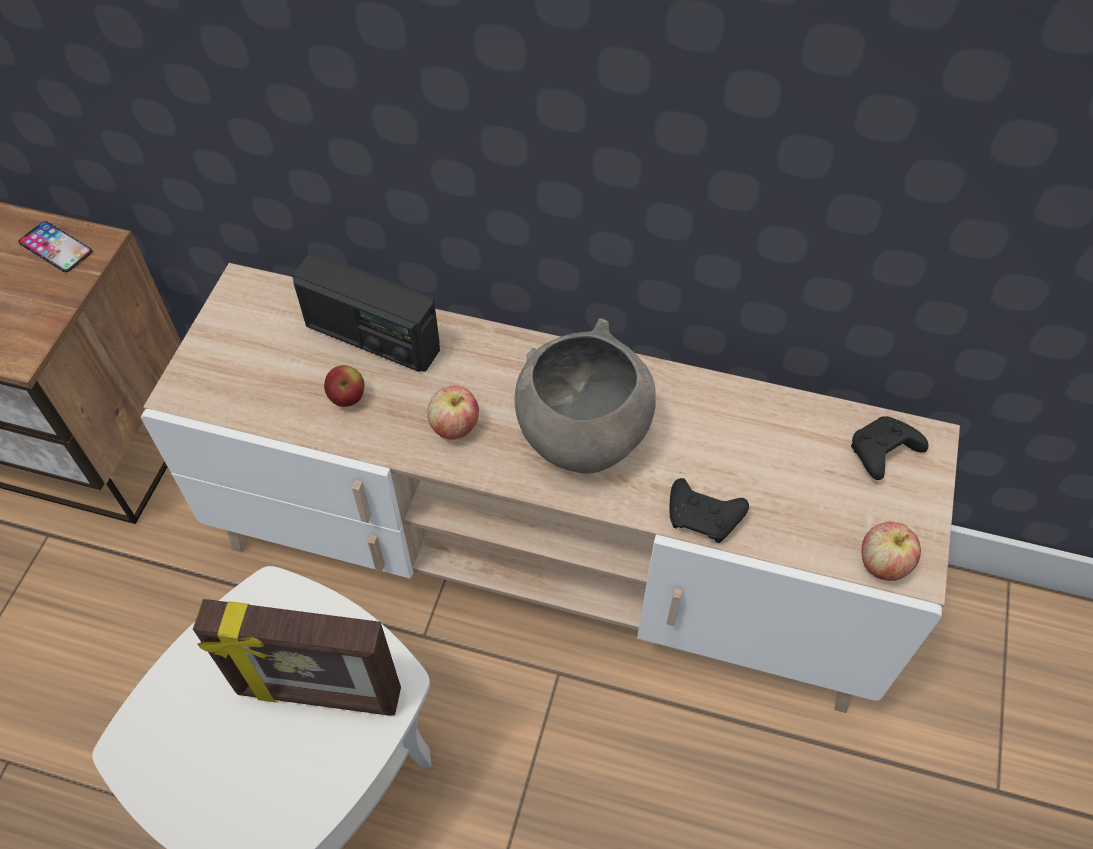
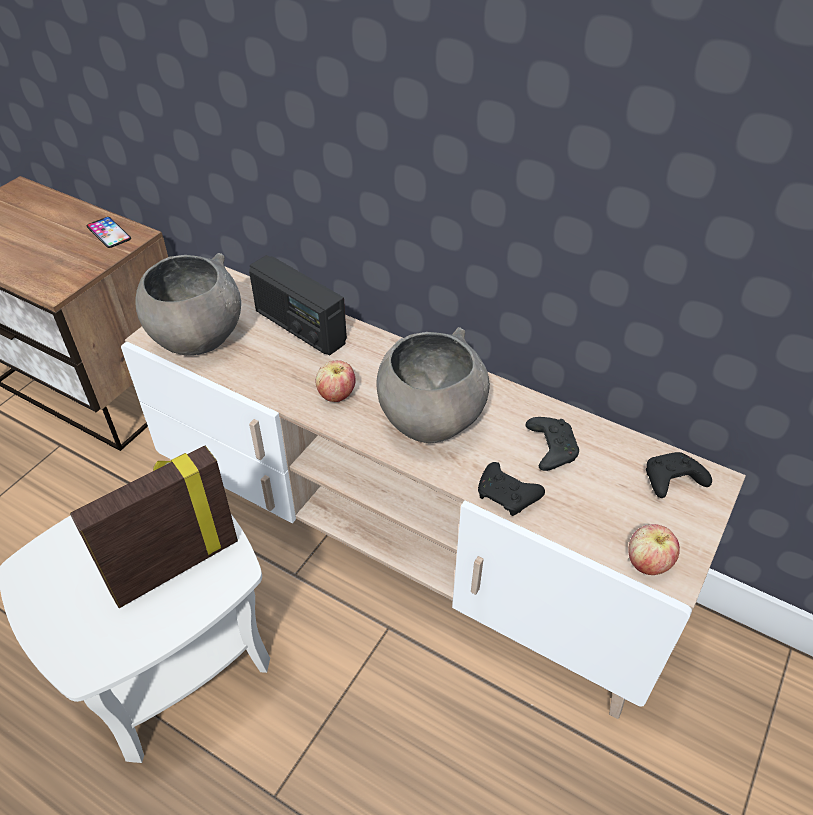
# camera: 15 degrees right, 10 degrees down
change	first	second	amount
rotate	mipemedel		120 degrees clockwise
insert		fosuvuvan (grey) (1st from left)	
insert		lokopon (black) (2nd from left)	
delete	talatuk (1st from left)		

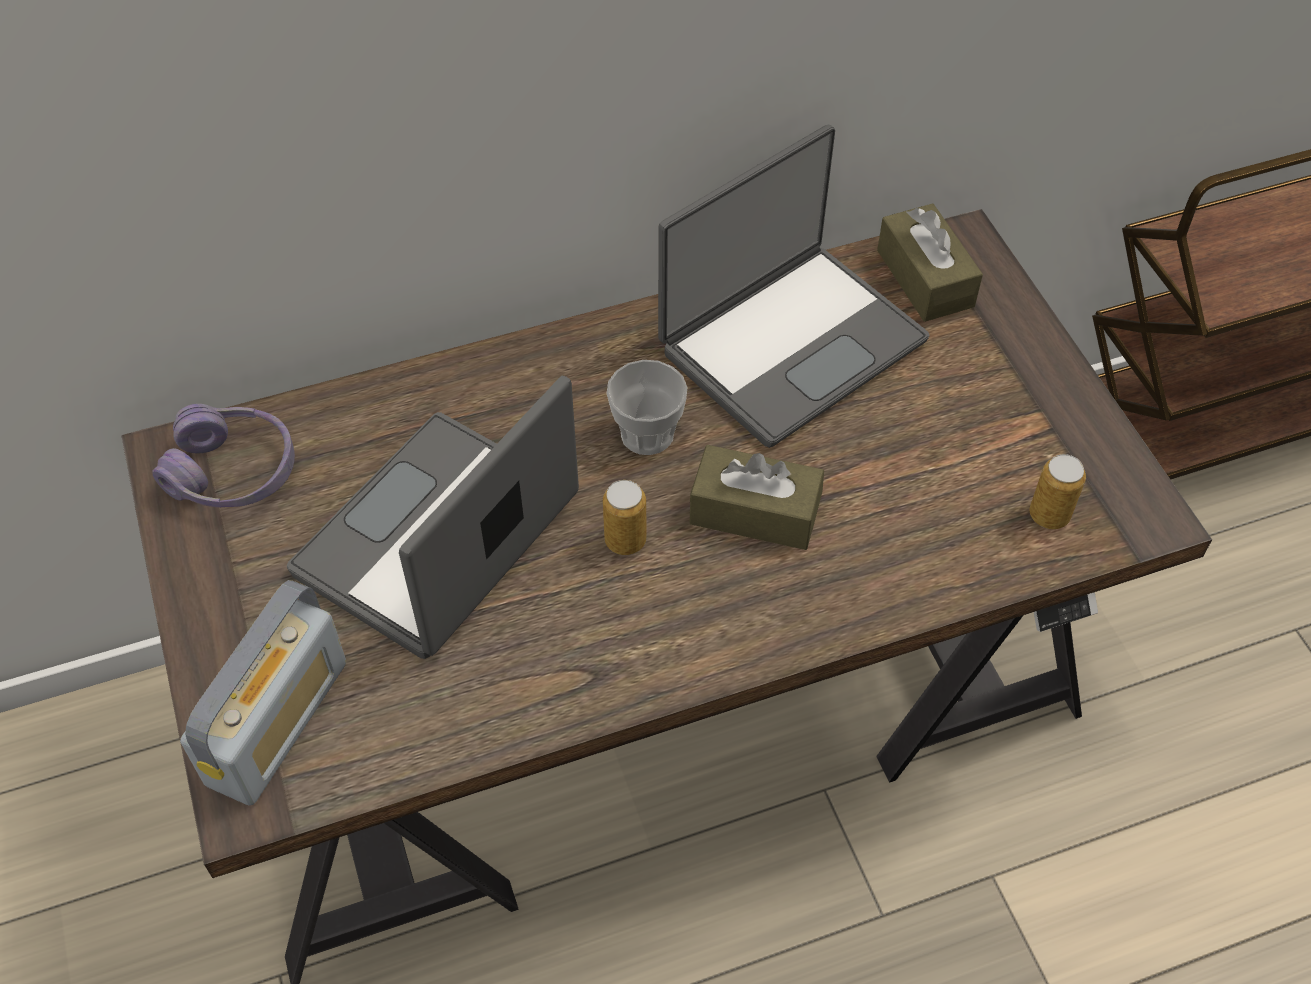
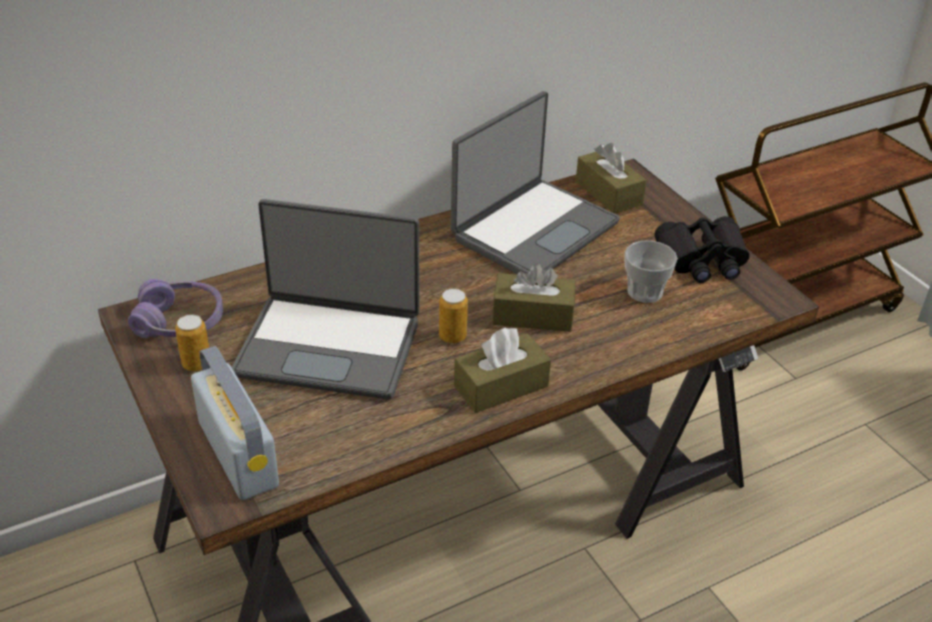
# camera: 10 degrees left, 15 degrees down
change	first	second	amount
move	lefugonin (2nd from left in the first image)	lefugonin (1st from left)	
rotate	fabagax		45 degrees counterclockwise
rotate	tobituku (1st from left)		105 degrees counterclockwise
insert		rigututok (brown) (1st from left)	
move	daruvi		
insert		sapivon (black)	

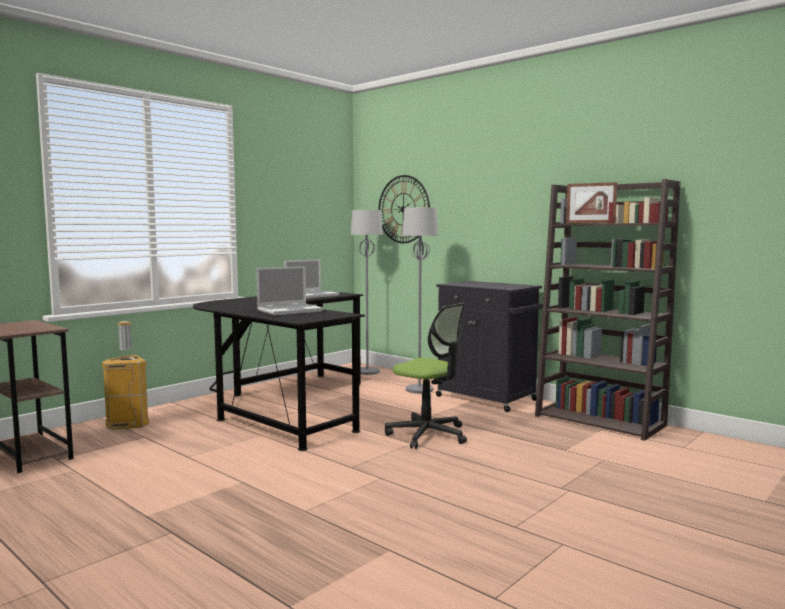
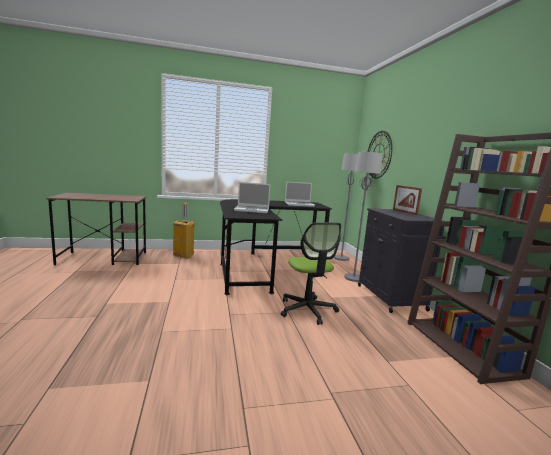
# camera: 35 degrees right, 5 degrees up
change	first	second	amount
move	mipemedel		

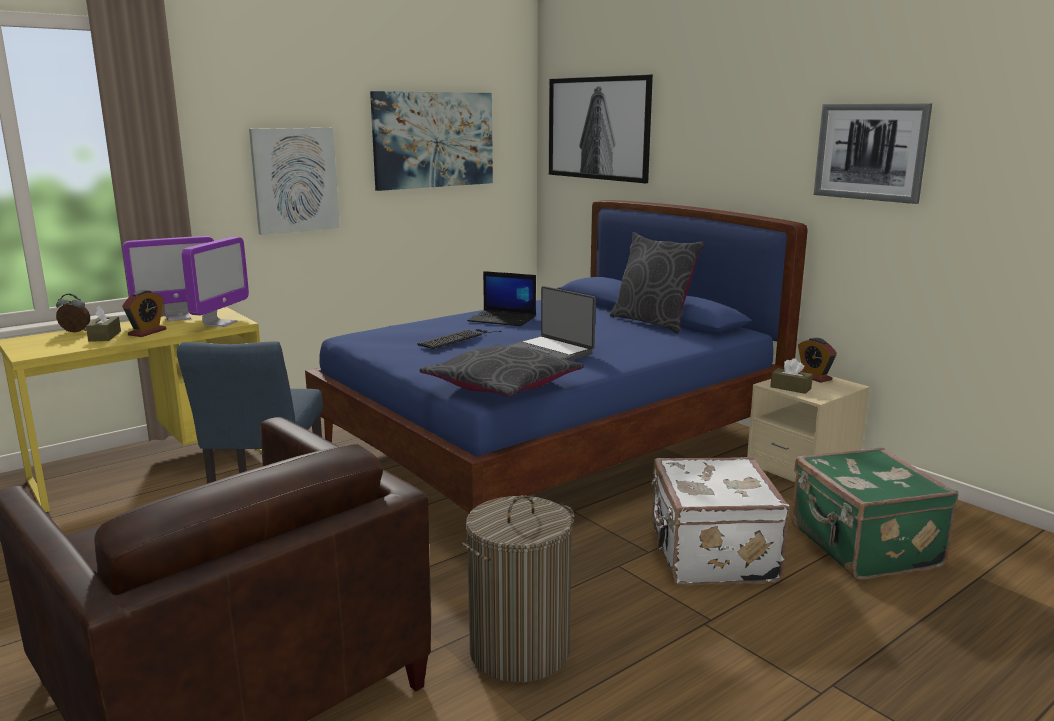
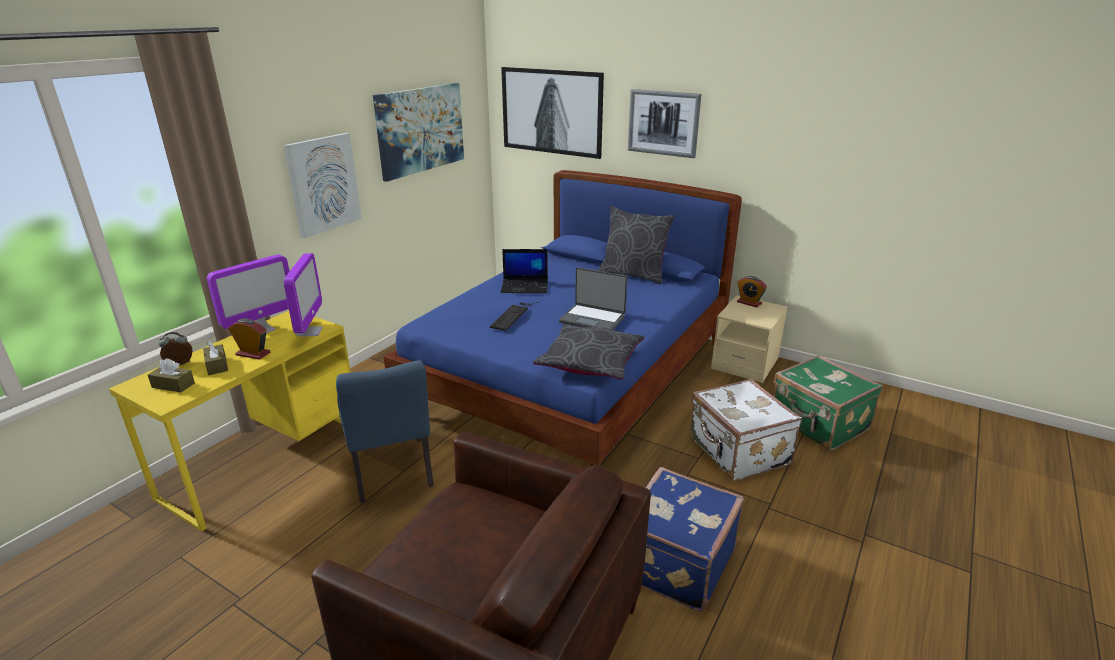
# camera: 20 degrees left, 10 degrees up
change	first	second	amount
move	rigututok (brown) (2nd from left in the first image)	rigututok (brown) (1st from left)	
rotate	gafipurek (2nd from left)		75 degrees counterclockwise
move	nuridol (4th from left)		
replace	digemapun	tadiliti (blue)	

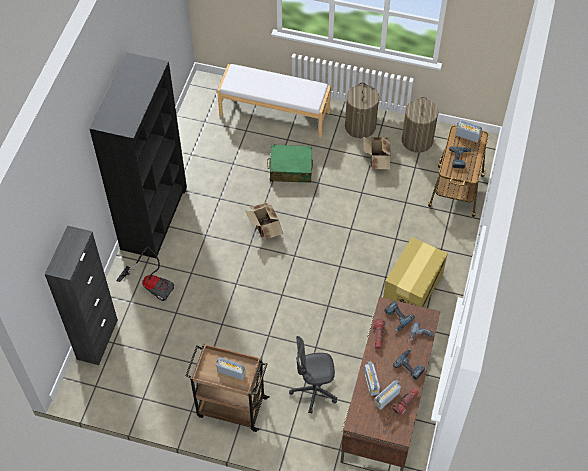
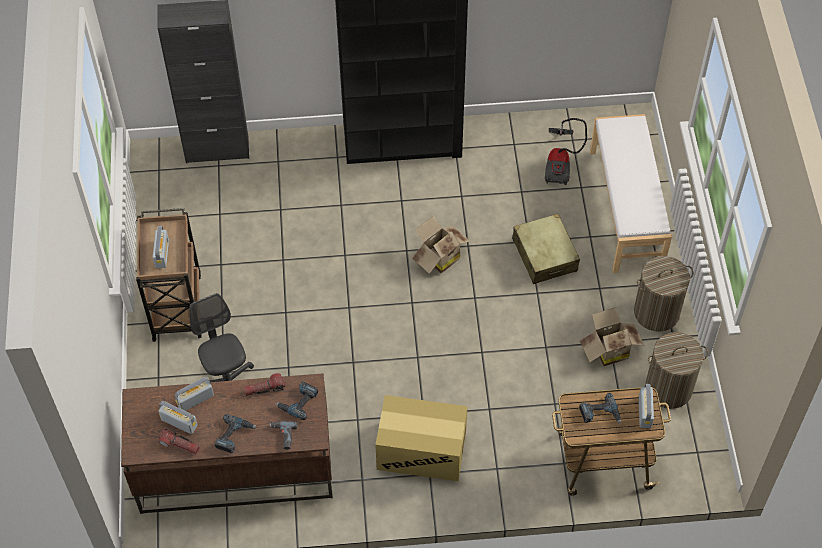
# camera: 70 degrees right, 0 degrees up
change	first	second	amount
recolor	tadiliti (green)	tadiliti (beige)	
move	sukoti		

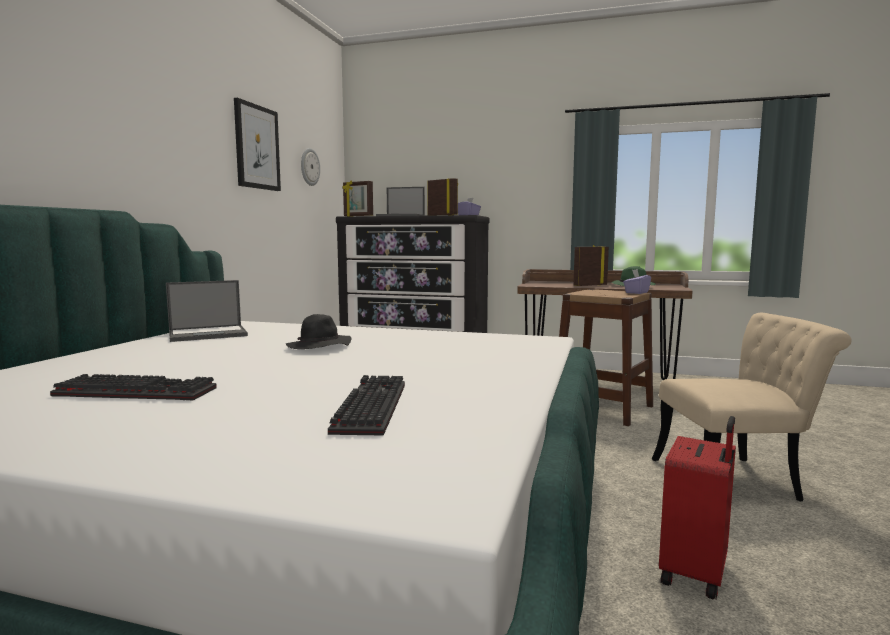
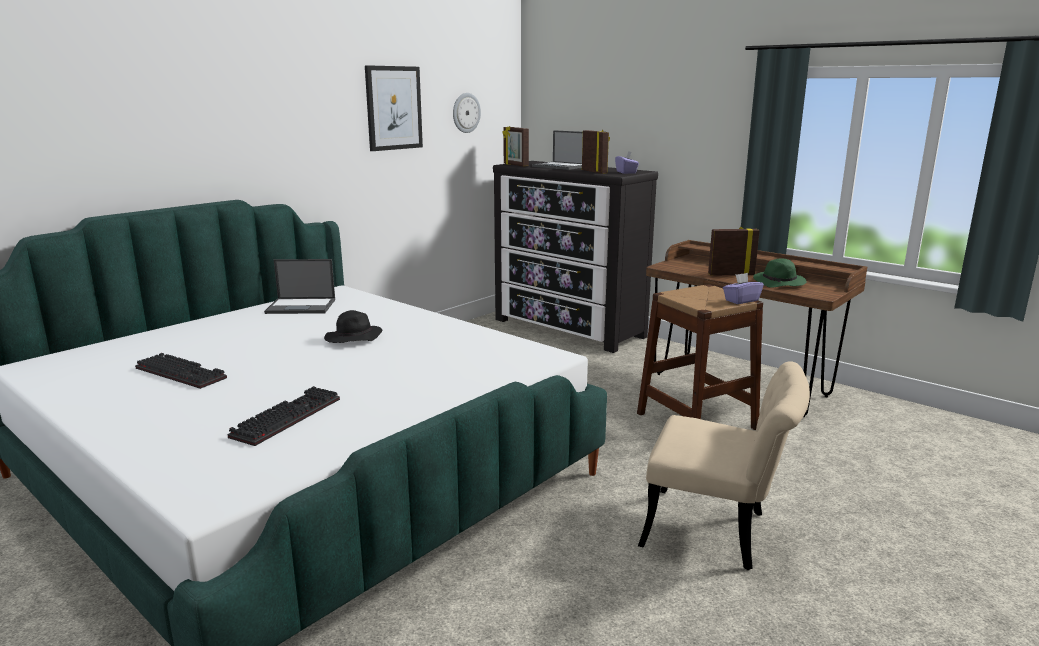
# camera: 25 degrees right, 10 degrees up
change	first	second	amount
delete	tadiliti (red)		

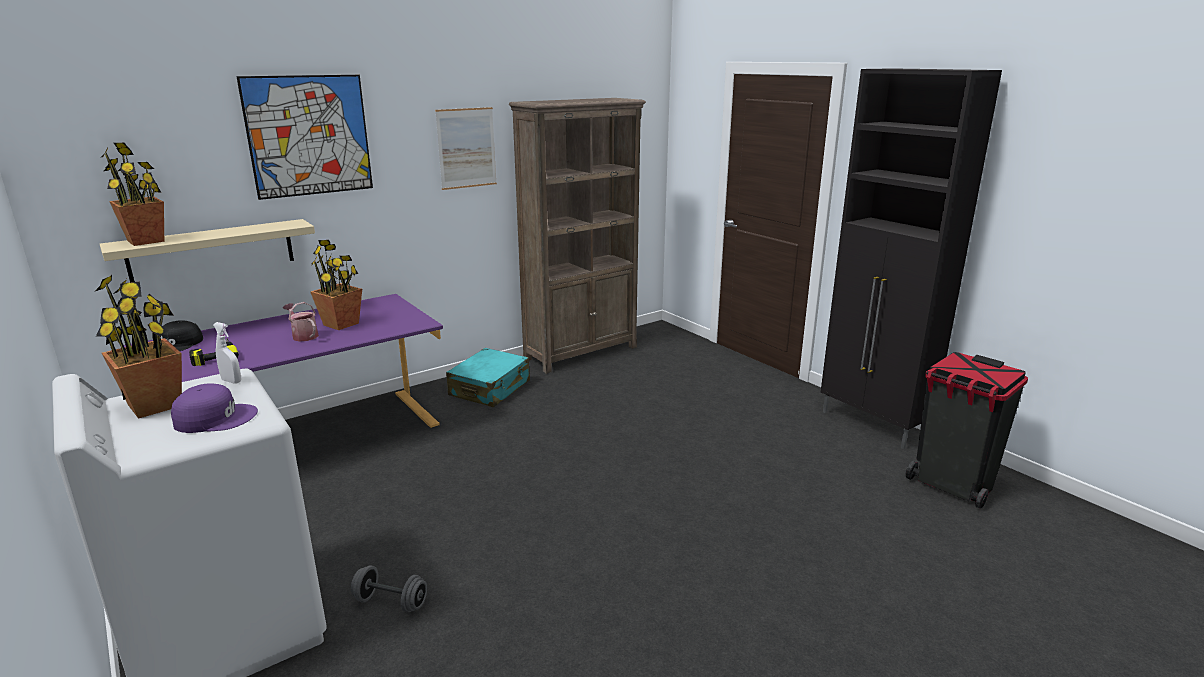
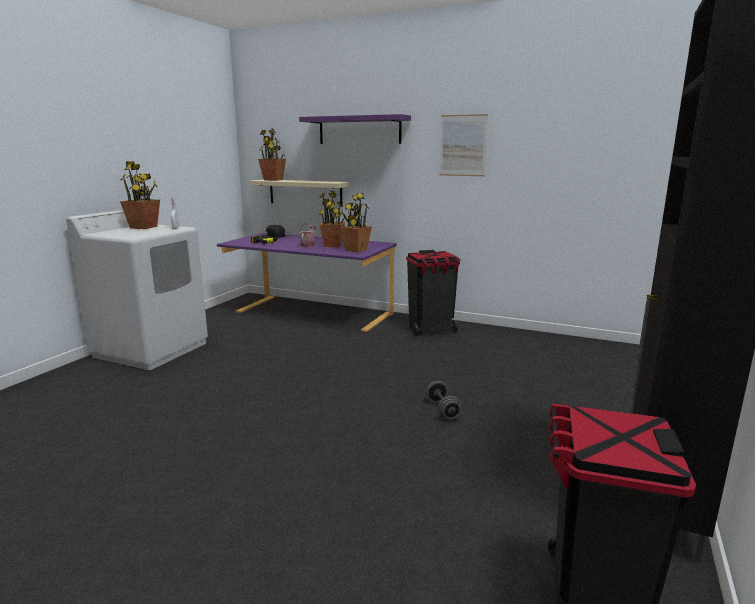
# camera: 60 degrees right, 5 degrees down
change	first	second	amount
replace	nuridol (1st from left)	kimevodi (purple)	
insert		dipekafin (4th from left)	
replace	tadiliti (turquoise)	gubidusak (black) (1st from left)	
move	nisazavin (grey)		
delete	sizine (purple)		
delete	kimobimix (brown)		

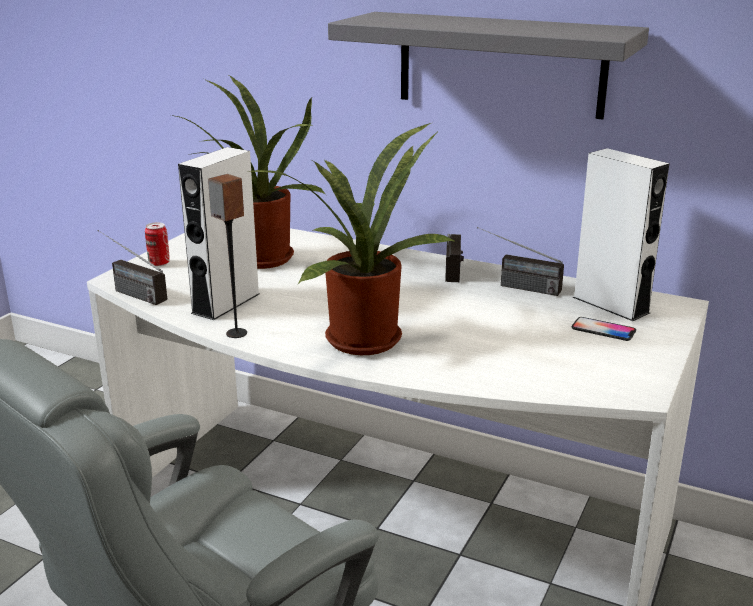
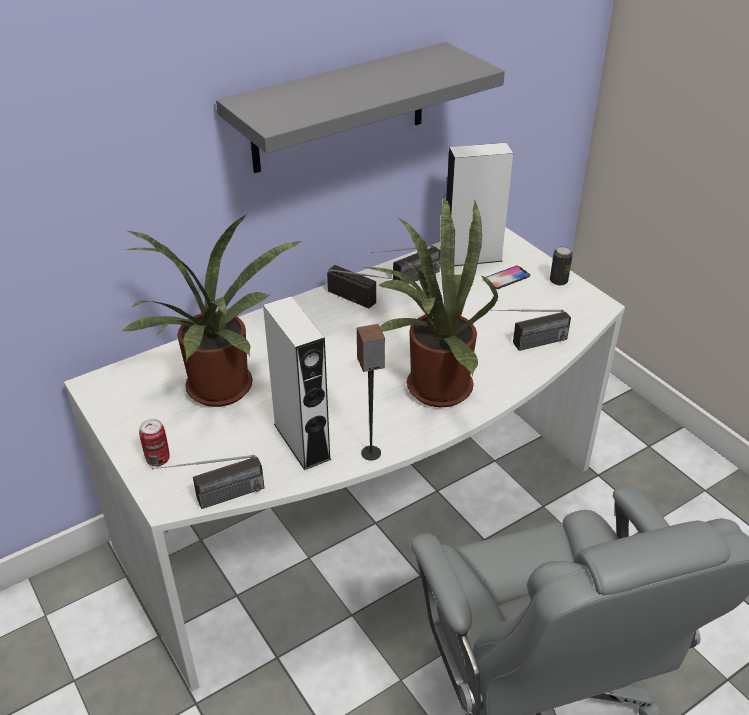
# camera: 60 degrees left, 15 degrees up
change	first	second	amount
insert		fabagax (4th from left)	
insert		lefugonin (2nd from left)	

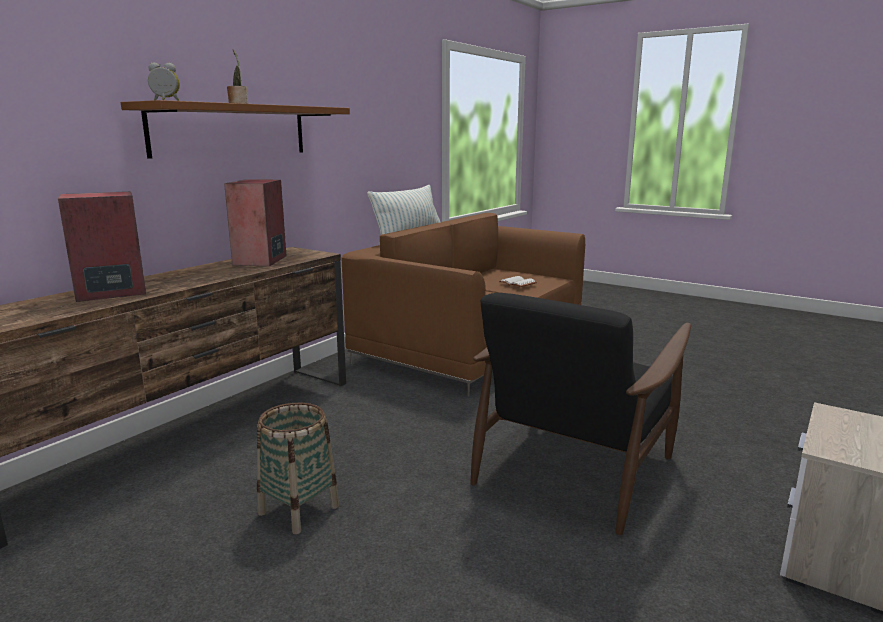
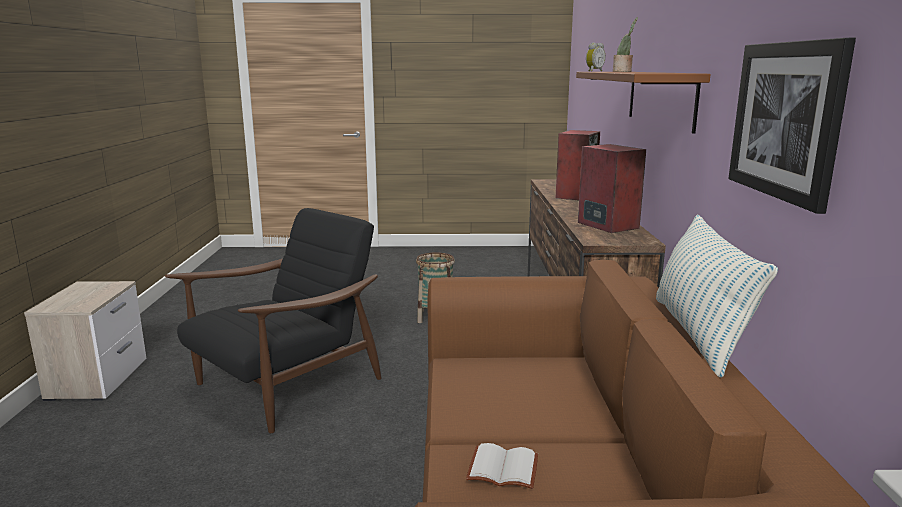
# camera: 145 degrees right, 0 degrees up
change	first	second	amount
rotate	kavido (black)		45 degrees clockwise
insert		nuridol	

